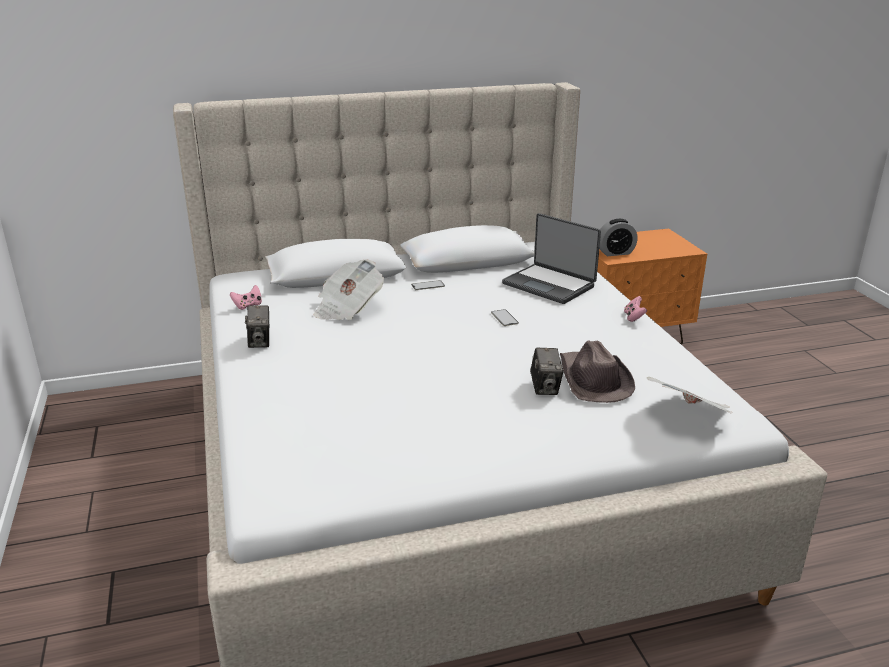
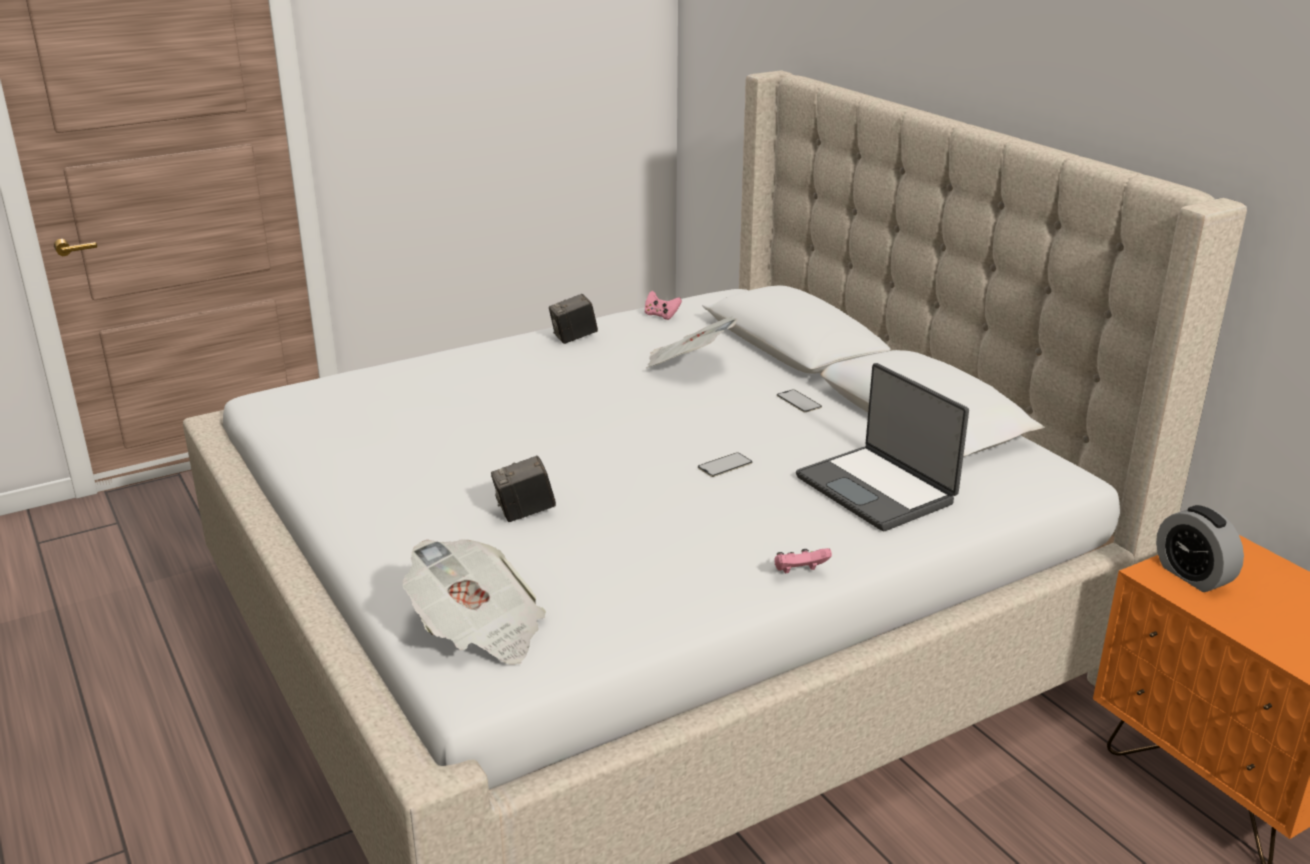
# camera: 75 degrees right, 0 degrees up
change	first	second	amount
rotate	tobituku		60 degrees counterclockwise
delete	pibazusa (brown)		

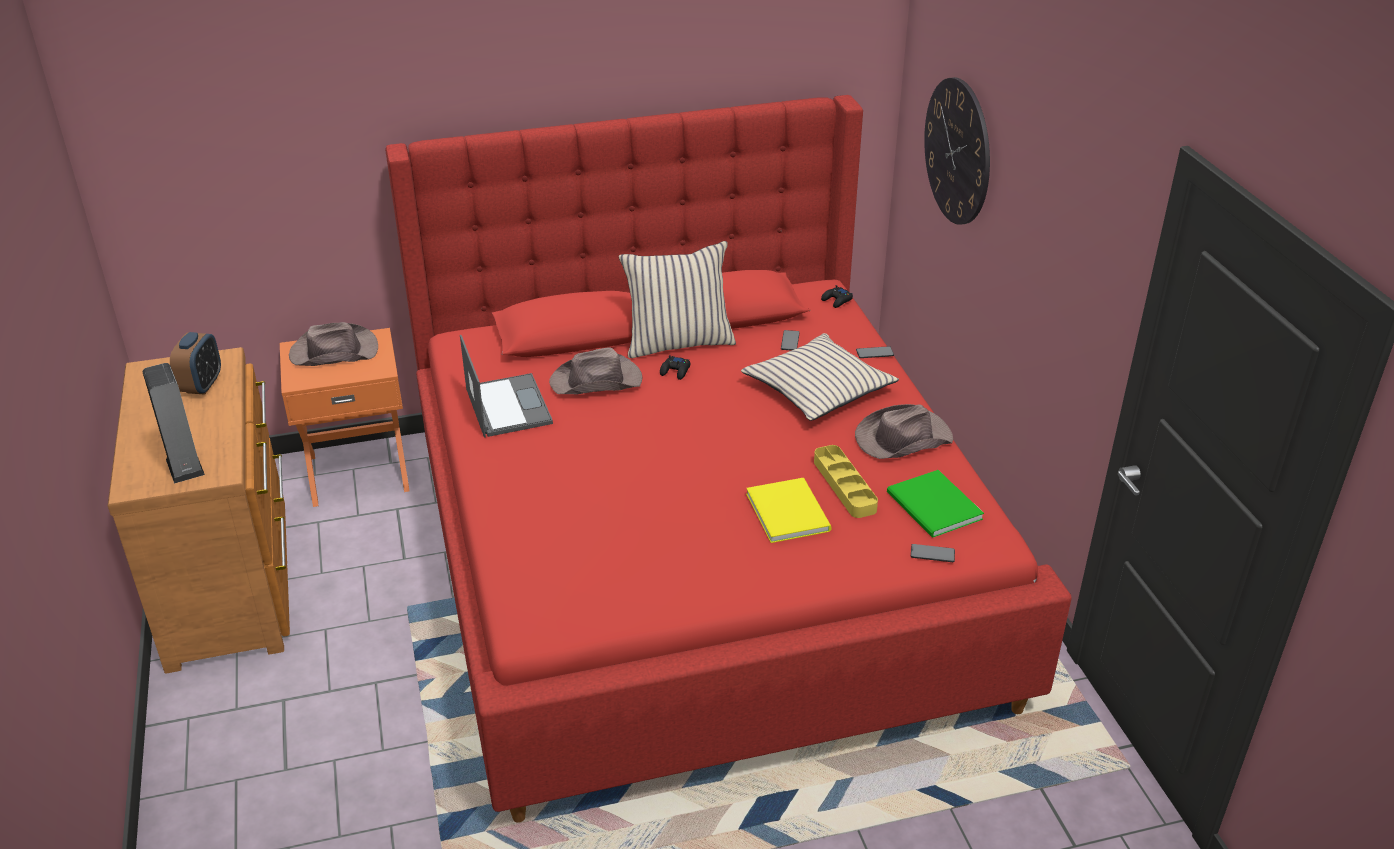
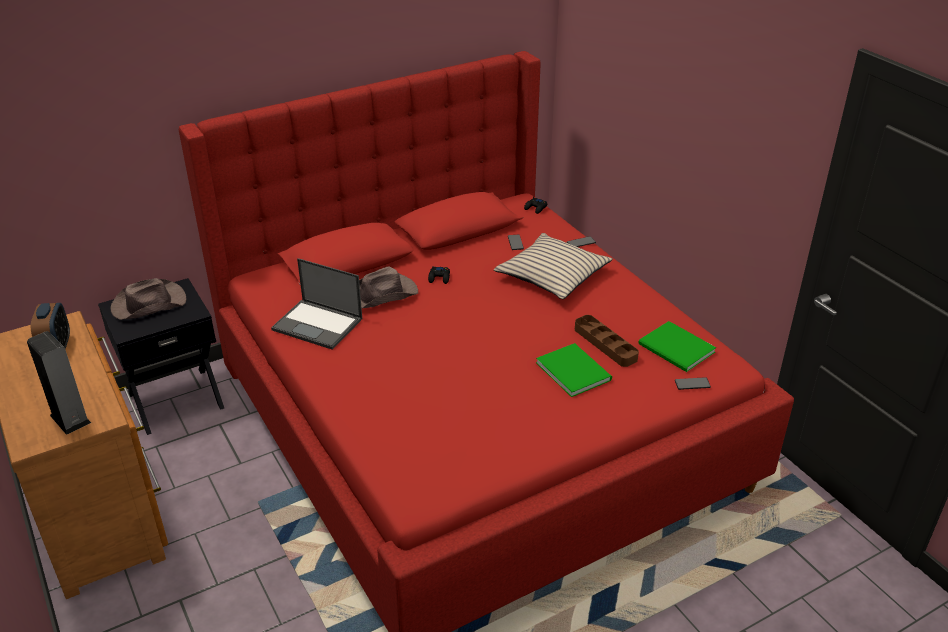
# camera: 15 degrees left, 0 degrees up
change	first	second	amount
recolor	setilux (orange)	setilux (black)	
rotate	tobituku		150 degrees clockwise
recolor	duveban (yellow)	duveban (green) (1st from left)	
recolor	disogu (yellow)	disogu (brown)	
delete	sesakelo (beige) (1st from left)		
delete	pibazusa (brown) (3rd from left)		
delete	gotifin		

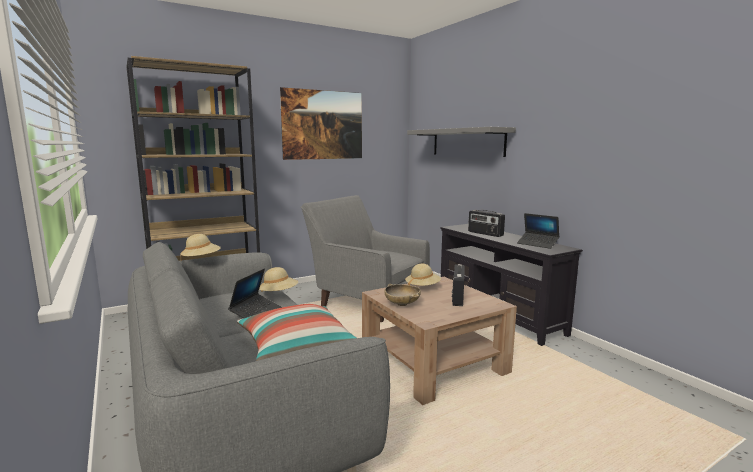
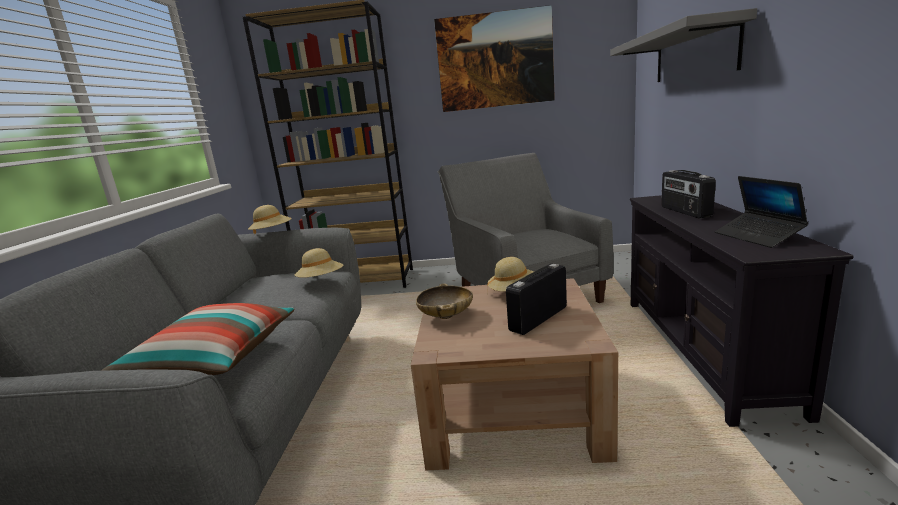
# camera: 35 degrees right, 5 degrees up
change	first	second	amount
delete	tobituku (1st from left)		

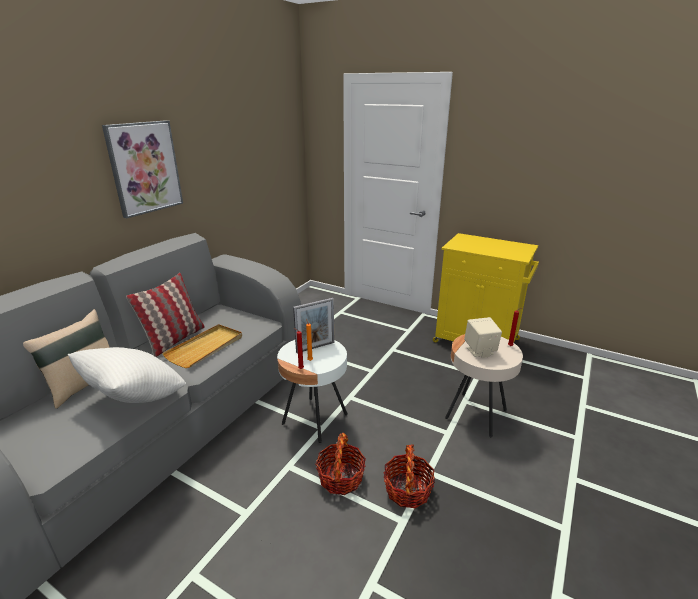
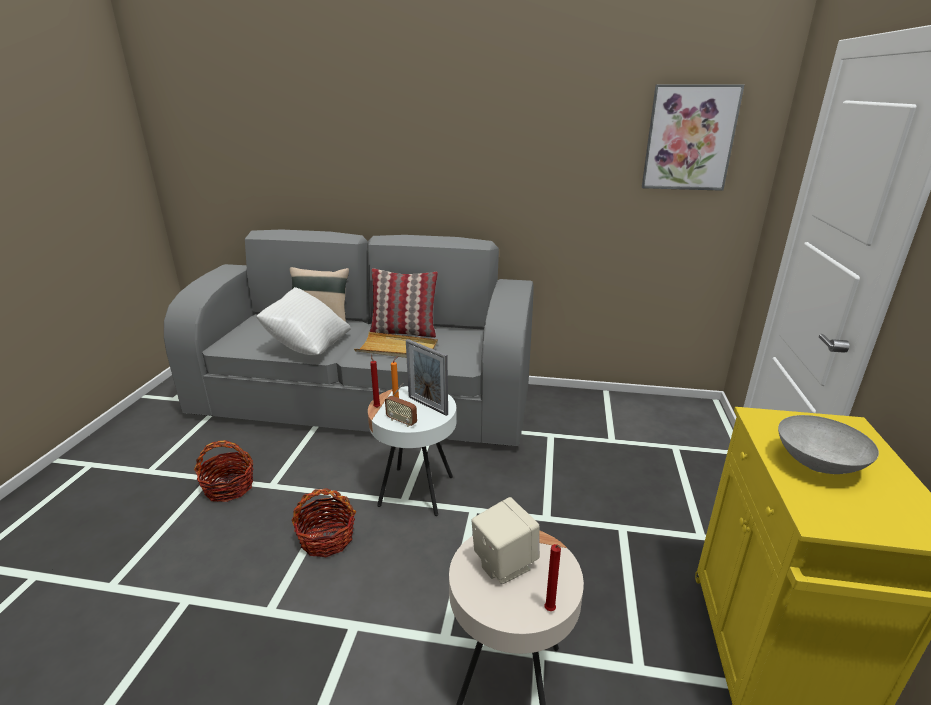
# camera: 70 degrees right, 0 degrees up
change	first	second	amount
move	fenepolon (2nd from left in the first image)	fenepolon (1st from left)	
insert		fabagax	
move	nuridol		
insert		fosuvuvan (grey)	

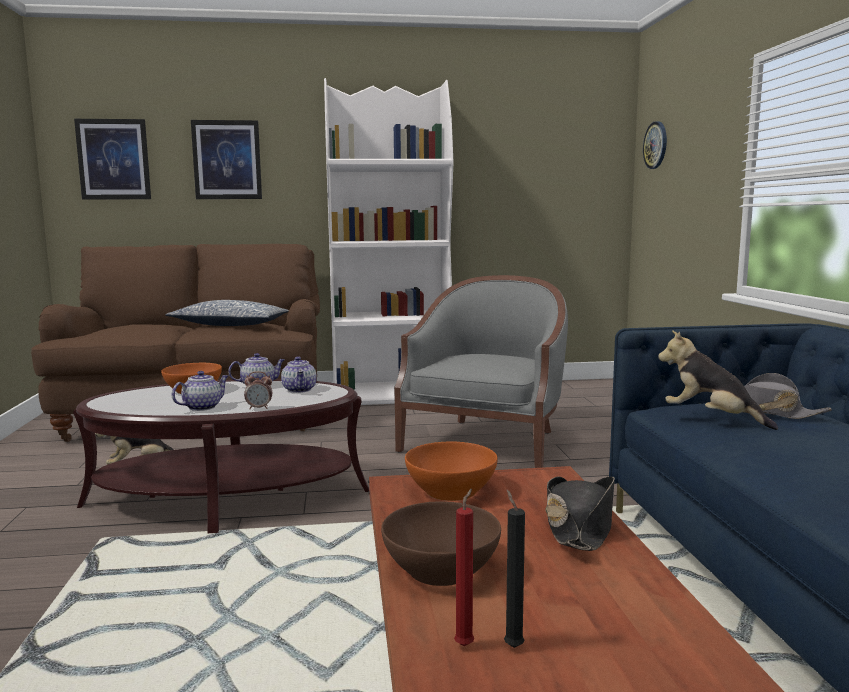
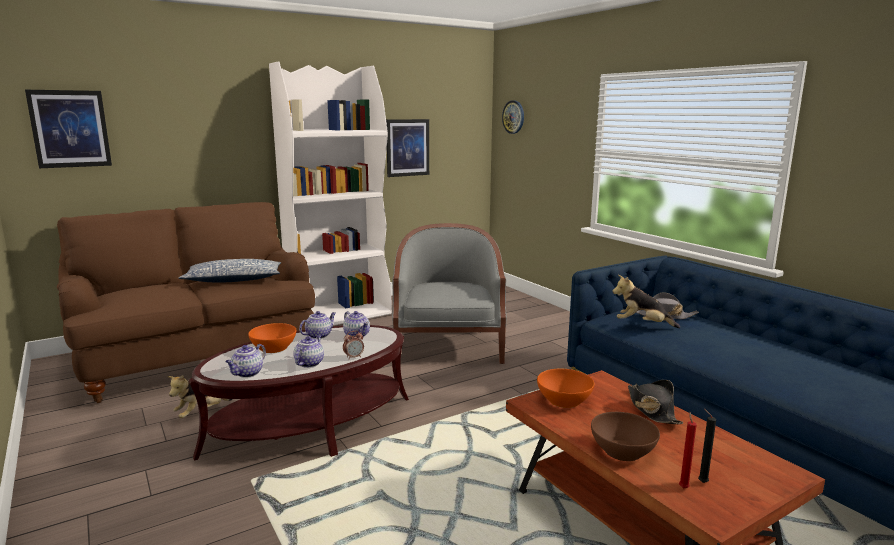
# camera: 25 degrees left, 5 degrees up
change	first	second	amount
insert		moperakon (1st from left)	
move	nuridol (2nd from left)		

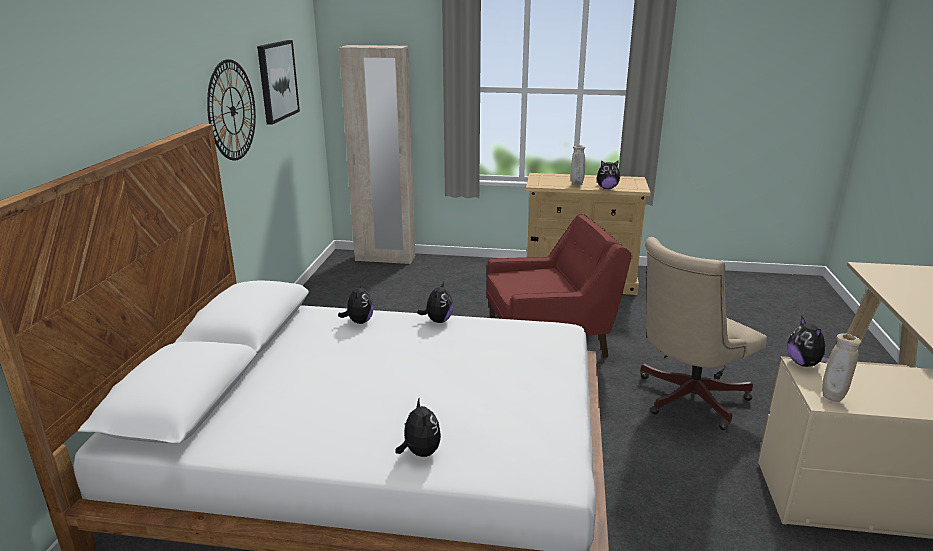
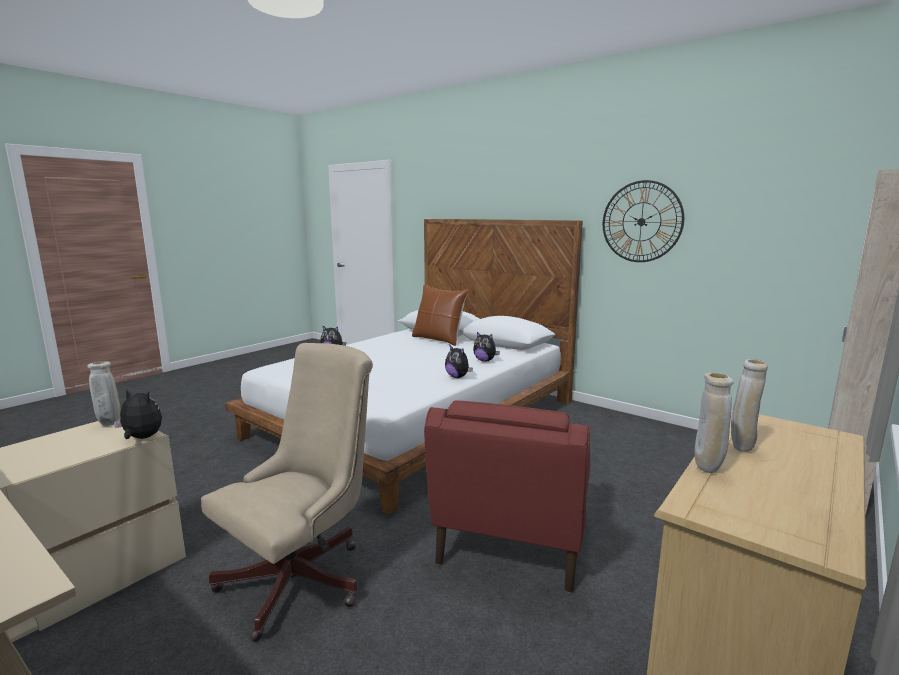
# camera: 120 degrees right, 10 degrees down
change	first	second	amount
rotate	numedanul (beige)		45 degrees clockwise
insert		sesakelo (brown)	
replace	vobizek (4th from left)	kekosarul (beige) (2nd from left)	
delete	nuridol		

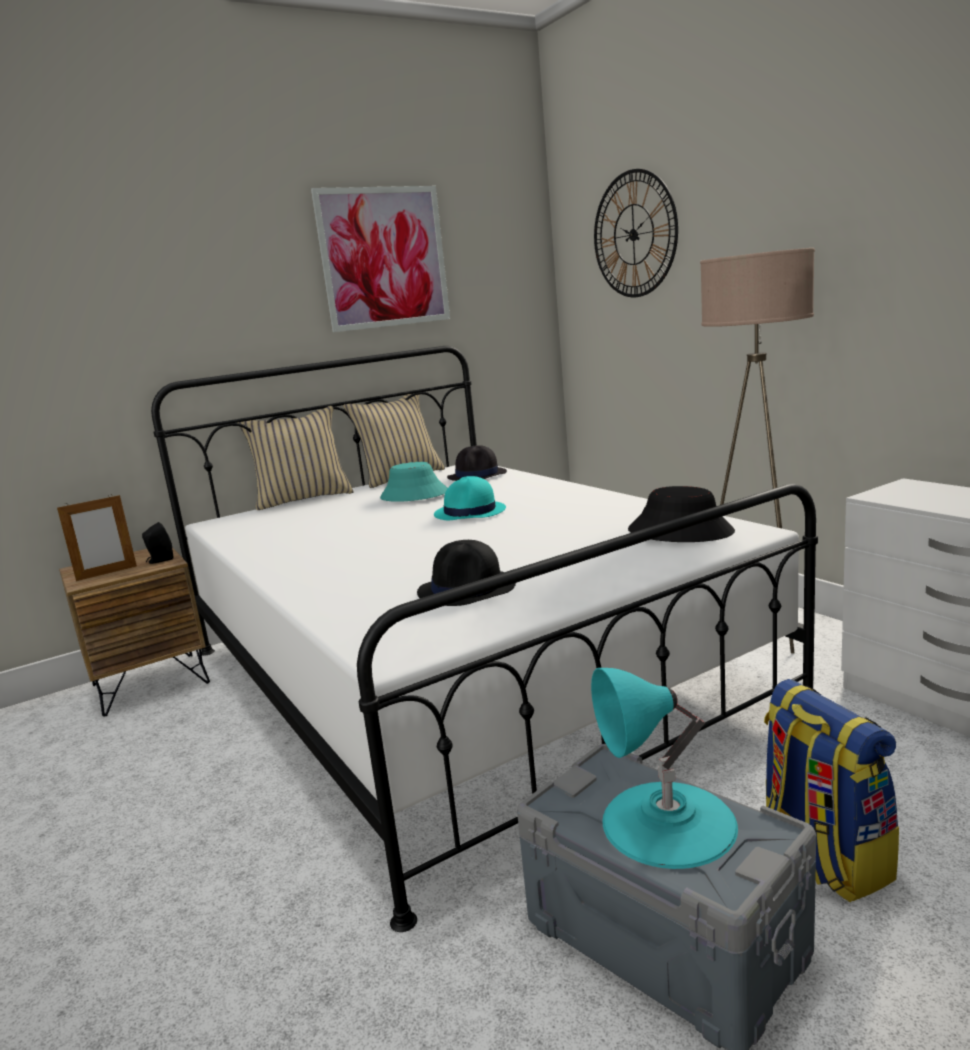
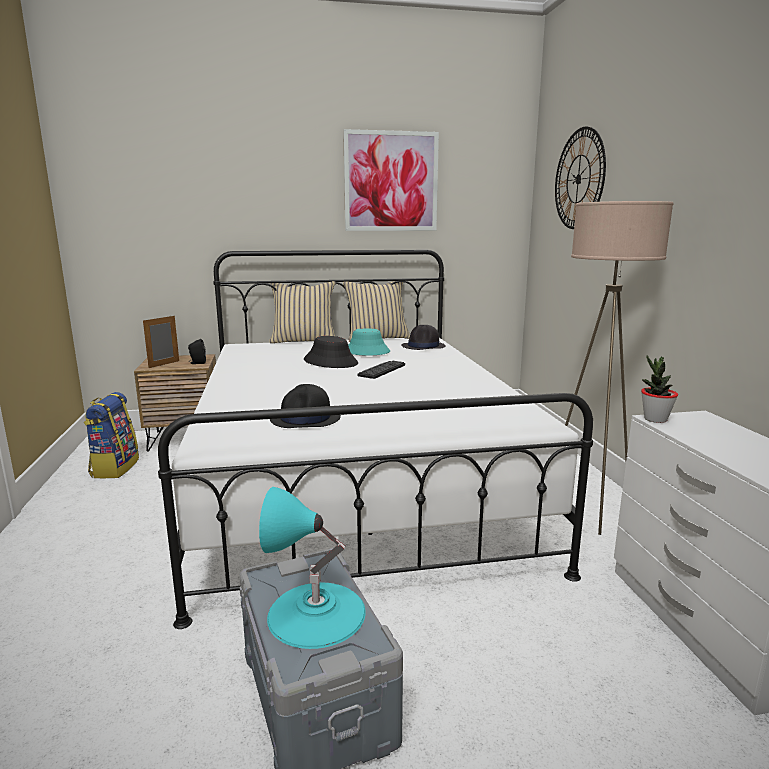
# camera: 20 degrees right, 0 degrees up
change	first	second	amount
move	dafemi		
rotate	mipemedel		135 degrees clockwise
move	pibazusa (black) (3rd from left in the first image)	pibazusa (black) (2nd from left)	
replace	pibazusa (turquoise) (2nd from left)	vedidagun	
insert		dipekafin	

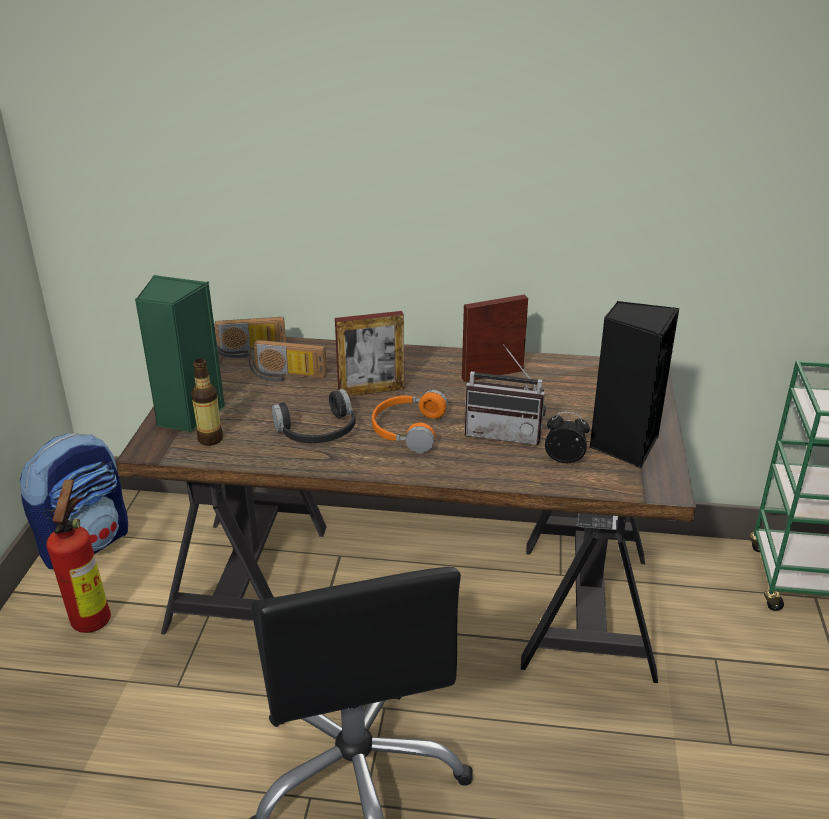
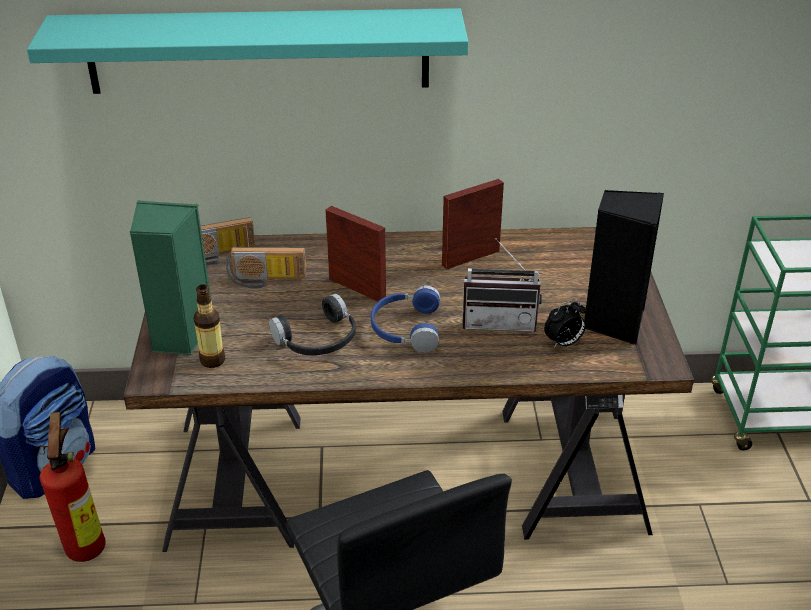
# camera: 10 degrees left, 5 degrees up
change	first	second	amount
insert		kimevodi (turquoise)	
rotate	mipemedel (1st from left)		120 degrees counterclockwise
recolor	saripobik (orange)	saripobik (blue)	
rotate	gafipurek		150 degrees clockwise

